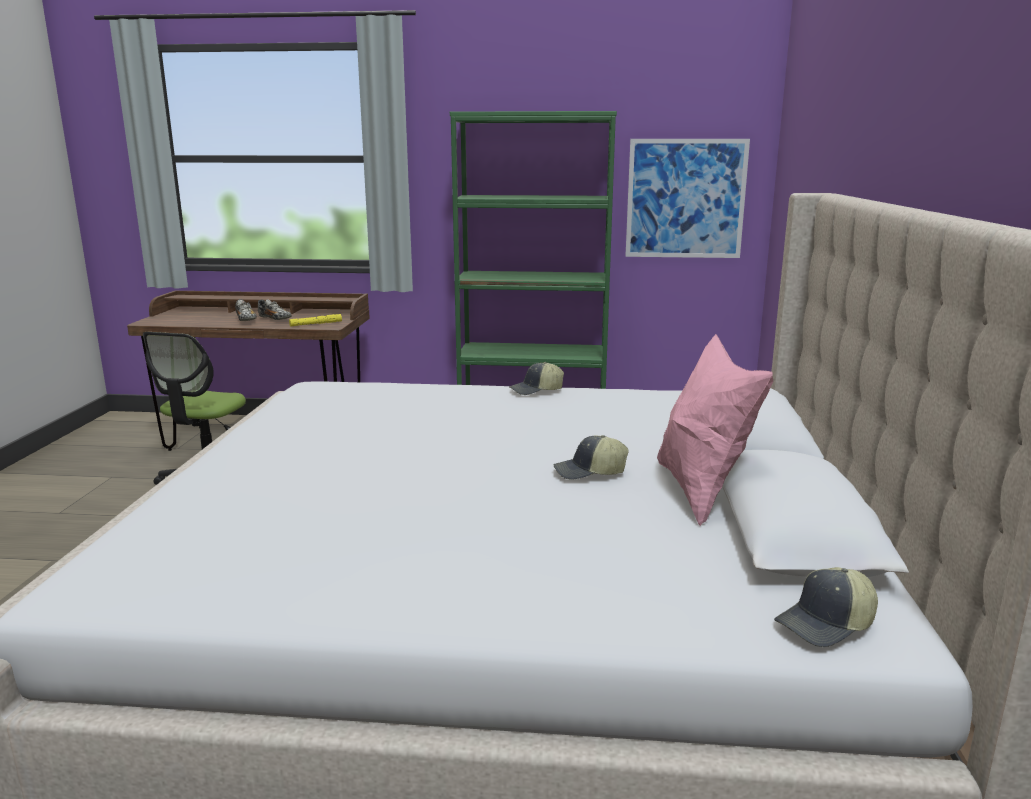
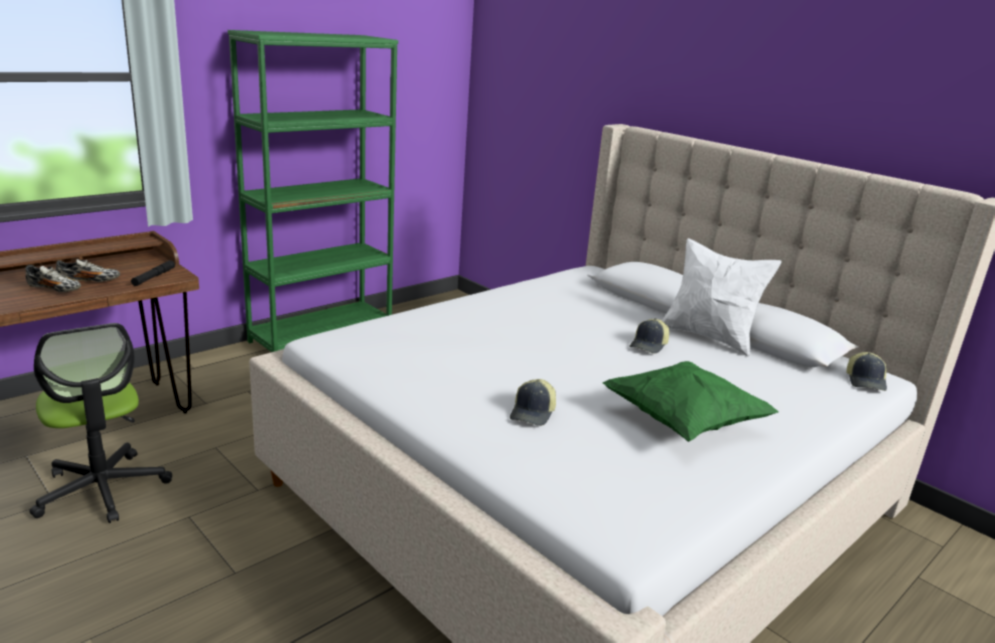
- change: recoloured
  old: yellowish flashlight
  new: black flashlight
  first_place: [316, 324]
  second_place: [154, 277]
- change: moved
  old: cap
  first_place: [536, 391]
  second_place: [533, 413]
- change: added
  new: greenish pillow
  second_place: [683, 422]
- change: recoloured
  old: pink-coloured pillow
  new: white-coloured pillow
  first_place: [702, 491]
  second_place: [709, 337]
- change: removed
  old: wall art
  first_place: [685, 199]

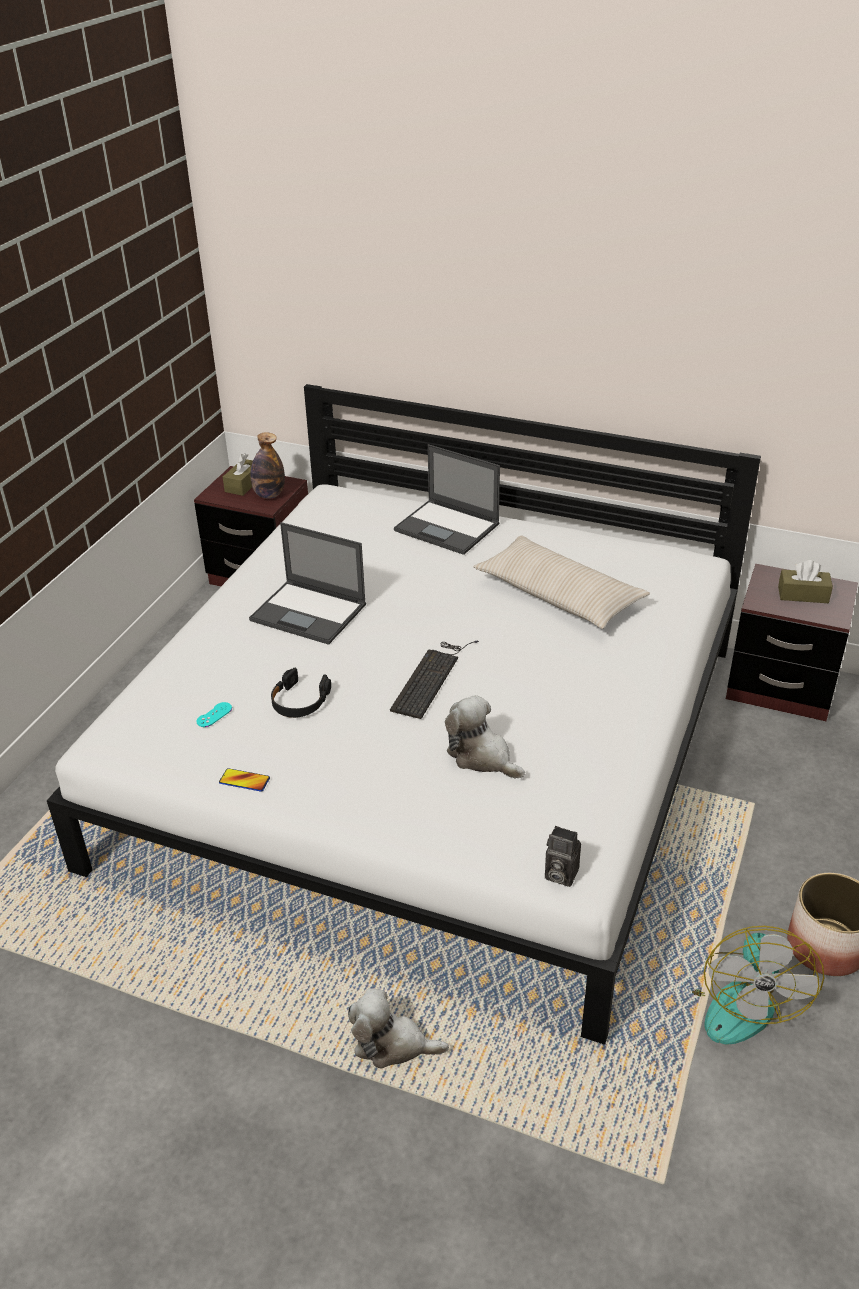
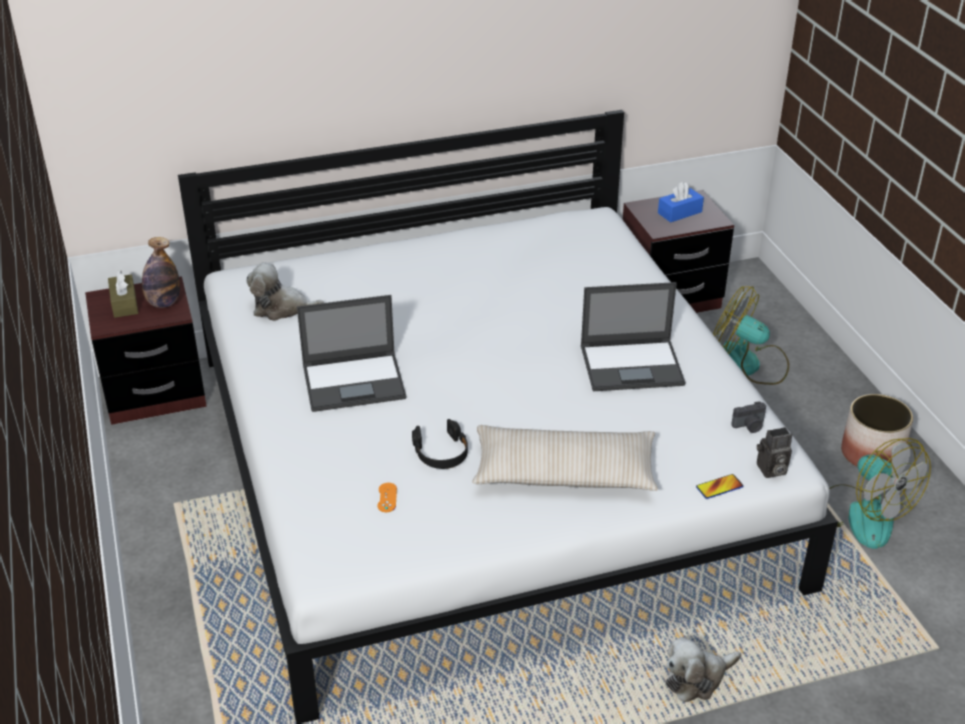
- change: moved
  old: cuddly toy
  first_place: [482, 756]
  second_place: [282, 308]
- change: recoloured
  old: turquoise-coloured joypad
  new: orange joypad
  first_place: [214, 715]
  second_place: [387, 497]
- change: moved
  old: sand-coloured pillow
  first_place: [558, 595]
  second_place: [564, 473]
- change: moved
  old: notebook computer
  first_place: [448, 527]
  second_place: [633, 365]
- change: recoloured
  old: brown tissue holder
  new: bluish tissue holder
  first_place: [803, 594]
  second_place: [679, 212]
- change: moved
  old: telephone
  first_place: [244, 781]
  second_place: [719, 487]
- change: added
  new: cooling fan
  second_place: [748, 365]
- change: added
  new: still camera
  second_place: [749, 426]
- change: removed
  old: keyboard
  first_place: [431, 677]

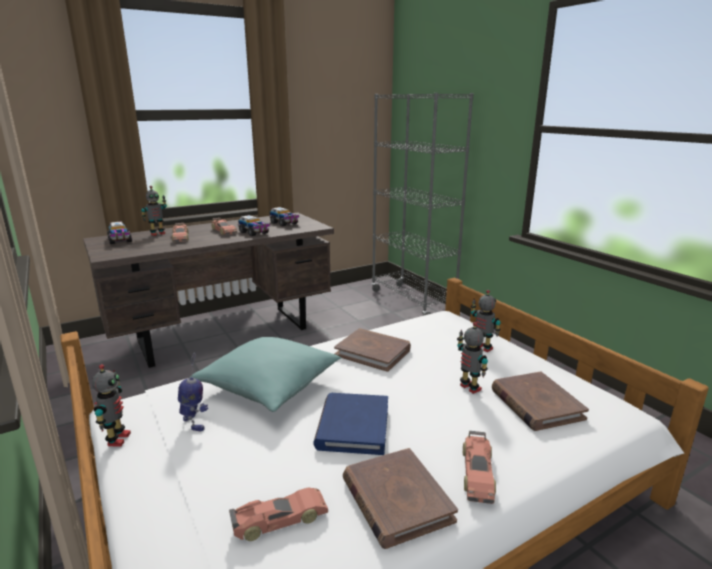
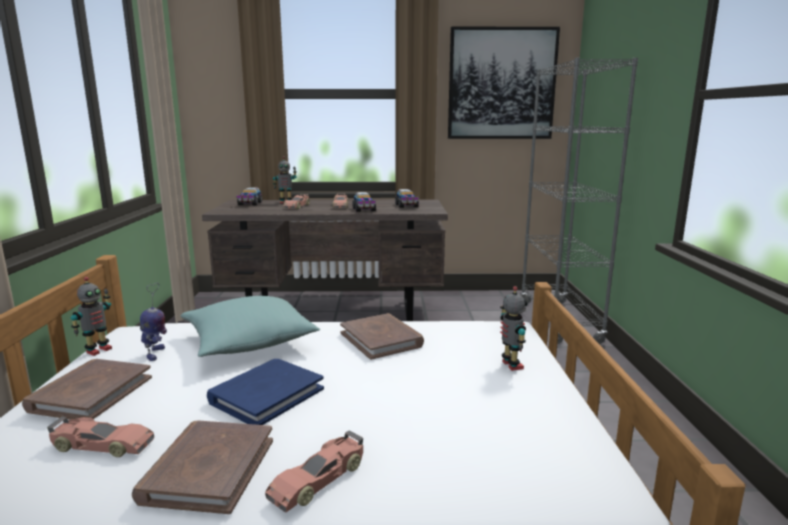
- change: moved
  old: brown book
  first_place: [536, 404]
  second_place: [91, 393]
- change: added
  new: wall art
  second_place: [501, 84]
- change: removed
  old: robot figure
  first_place: [469, 388]

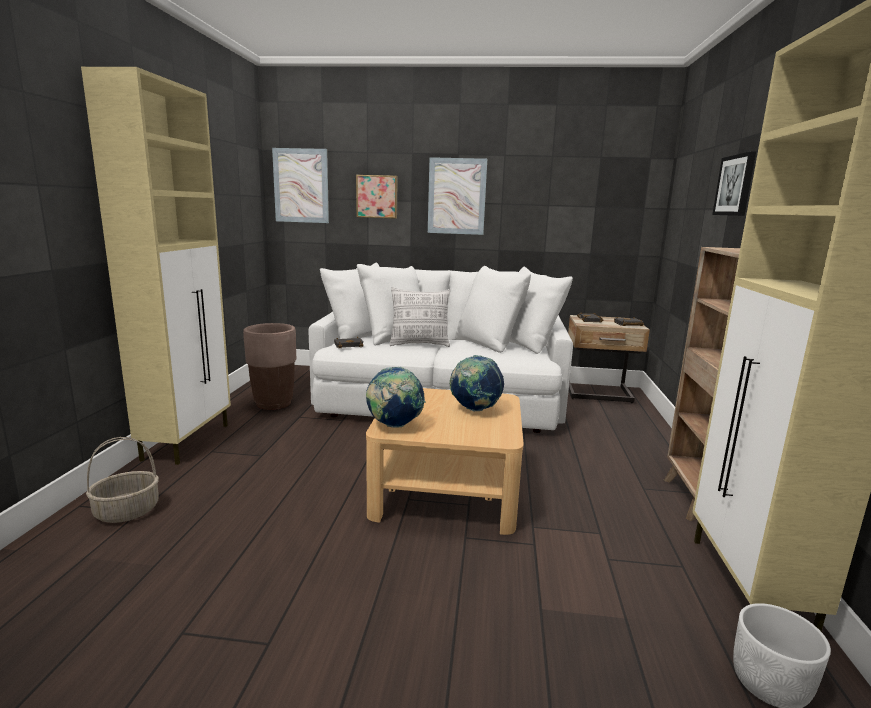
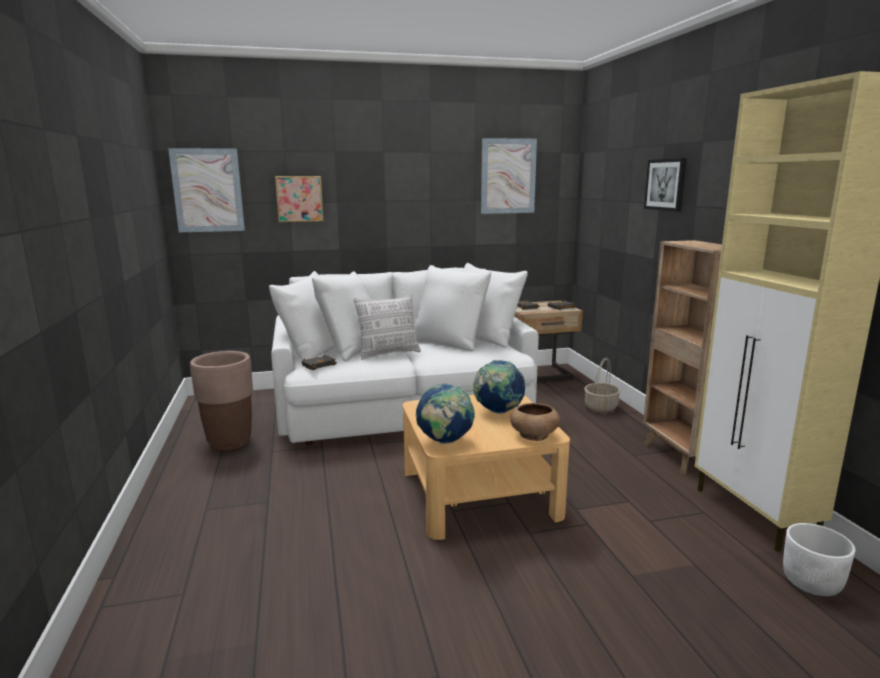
- change: moved
  old: wall art
  first_place: [456, 196]
  second_place: [508, 176]
- change: added
  new: brown deep dish
  second_place: [533, 435]
- change: moved
  old: storage basket
  first_place: [127, 511]
  second_place: [600, 407]
- change: removed
  old: sand-coloured storage cabinet
  first_place: [188, 441]

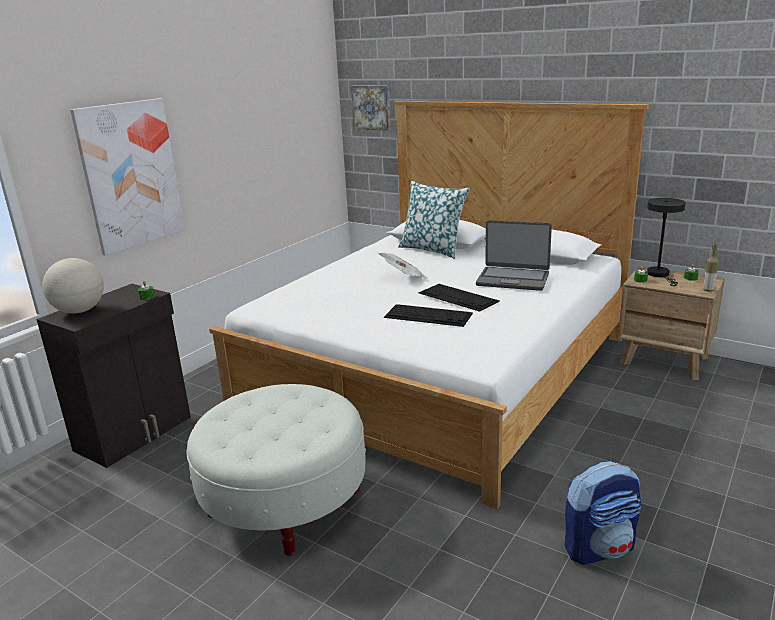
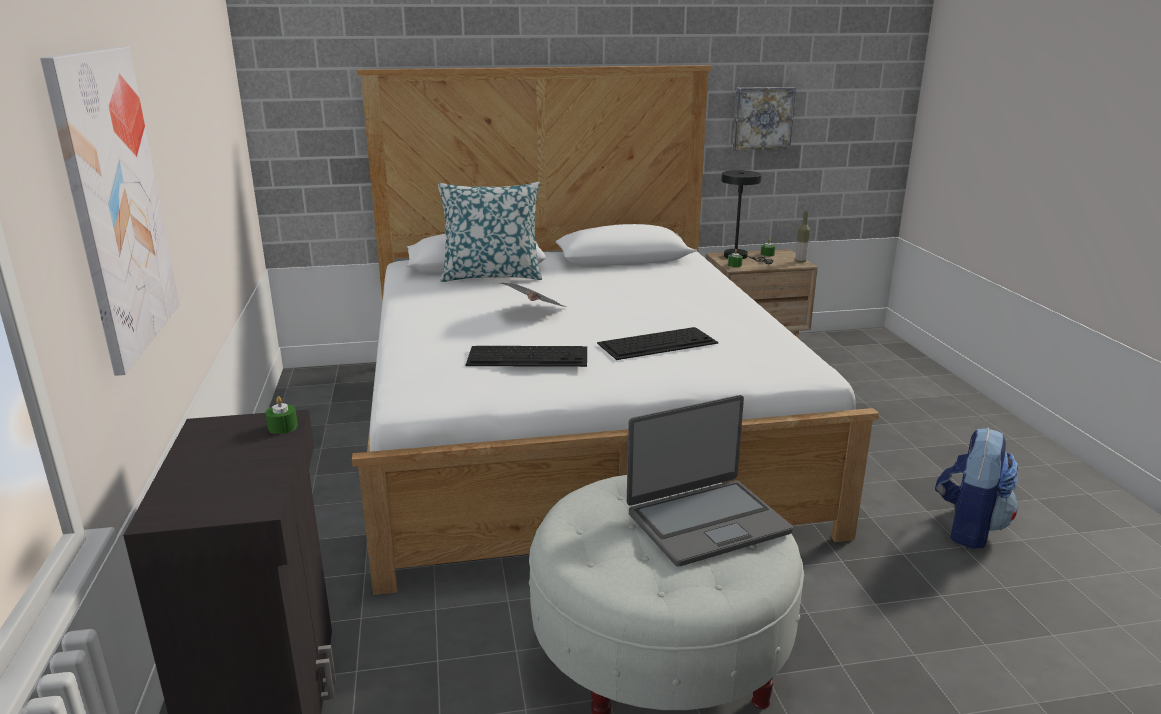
- change: moved
  old: keyboard
  first_place: [459, 297]
  second_place: [529, 356]
- change: moved
  old: notebook computer
  first_place: [513, 279]
  second_place: [706, 522]
- change: moved
  old: wall art
  first_place: [372, 107]
  second_place: [762, 118]
- change: removed
  old: desk globe
  first_place: [80, 311]

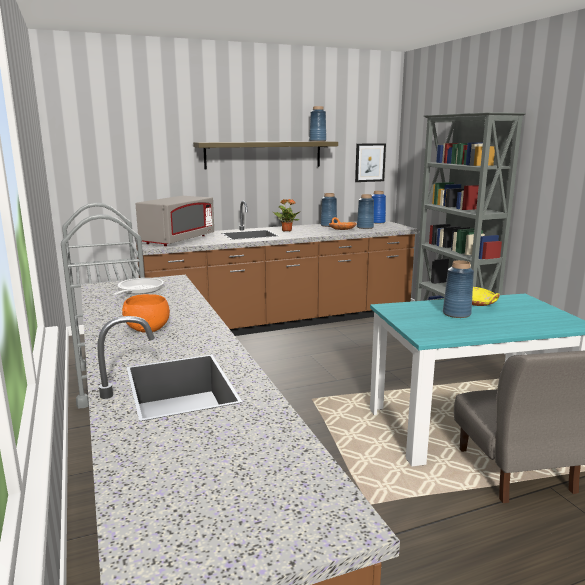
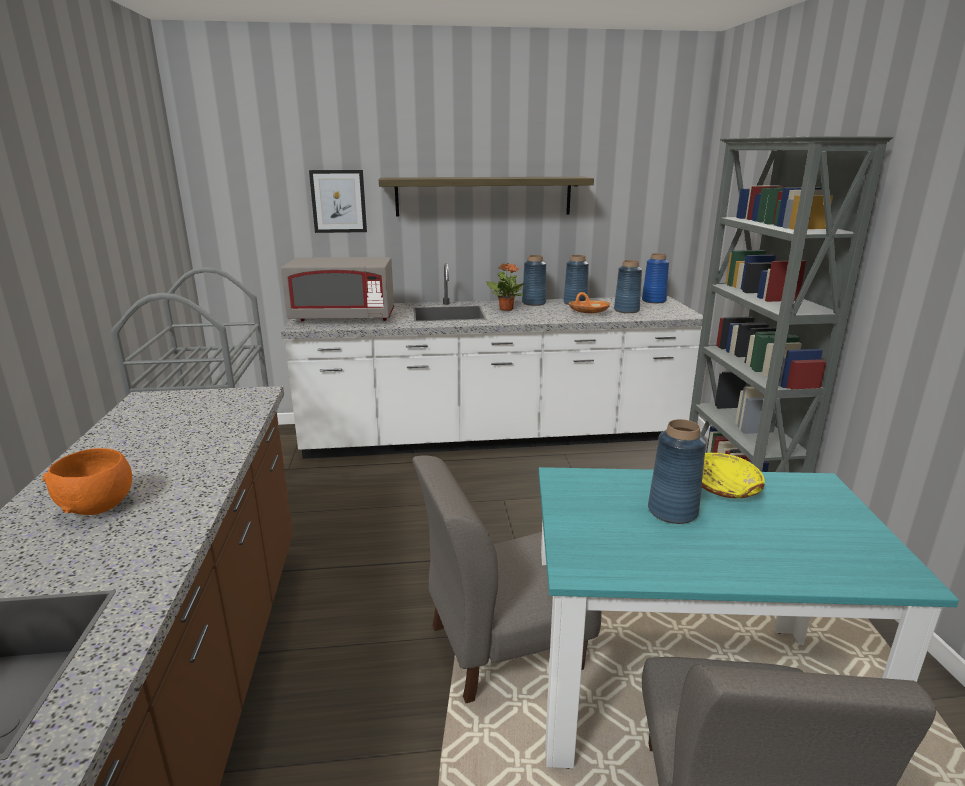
- change: turned
  old: gray microwave
  first_place: [178, 240]
  second_place: [343, 317]
  degrees: 45
- change: recoloured
  old: brown counter
  new: white-coloured counter
  first_place: [281, 322]
  second_place: [494, 436]
- change: moved
  old: wall art
  first_place: [370, 162]
  second_place: [338, 201]
- change: added
  new: gray chair
  second_place: [503, 646]
- change: moved
  old: bluish vase
  first_place: [317, 141]
  second_place: [533, 303]
- change: removed
  old: frying pan
  first_place: [138, 290]

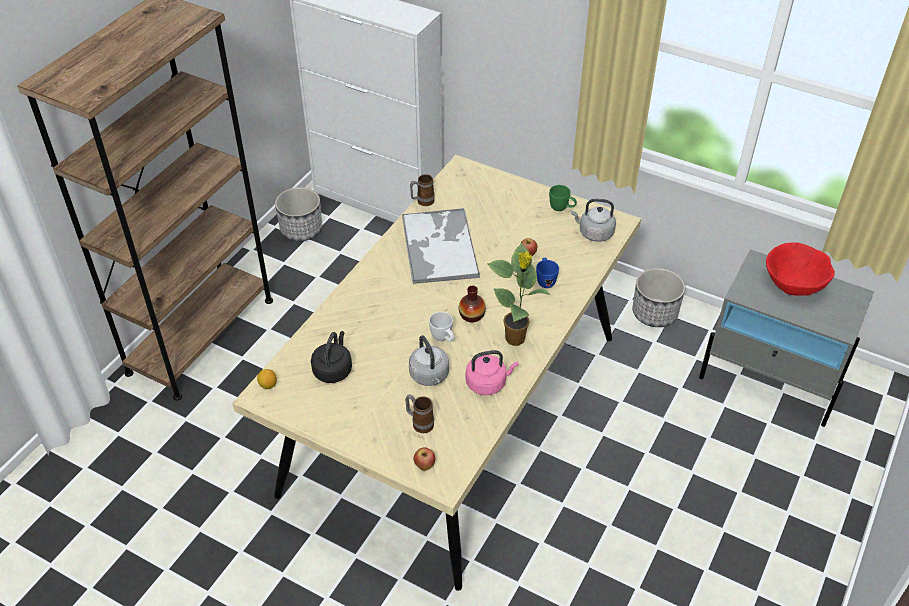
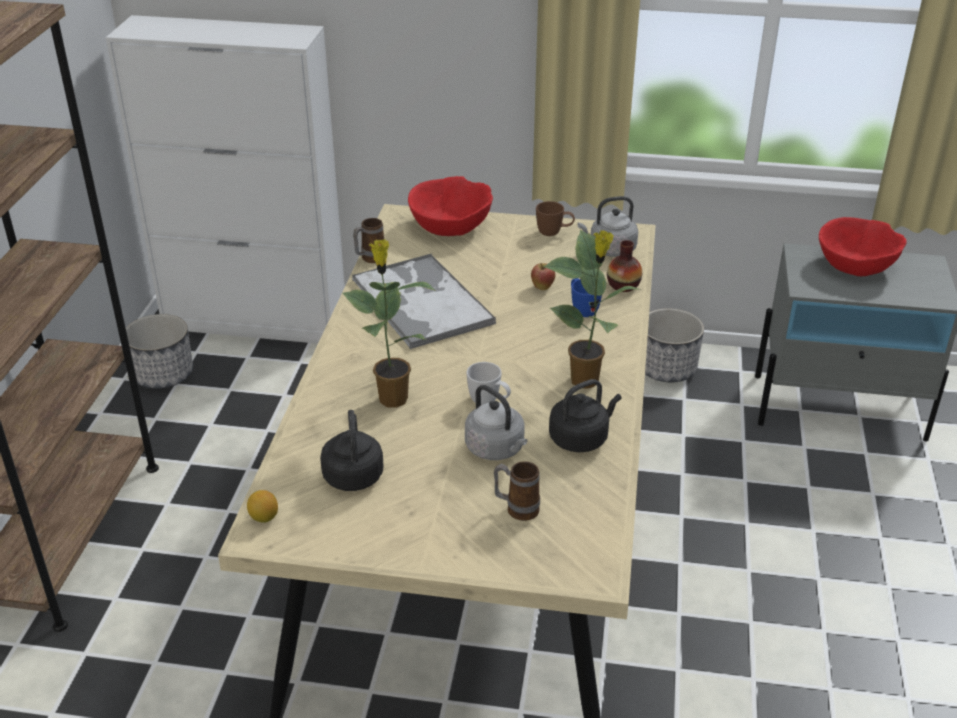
- change: added
  new: potted plant
  second_place: [392, 397]
- change: added
  new: reddish deep dish
  second_place: [451, 226]
- change: recoloured
  old: greenish mug
  new: brown mug
  first_place: [562, 209]
  second_place: [554, 233]
- change: recoloured
  old: pink-coloured kettle
  new: black kettle
  first_place: [488, 383]
  second_place: [581, 438]
- change: moved
  old: vase
  first_place: [472, 315]
  second_place: [623, 285]
- change: removed
  old: whole apple
  first_place: [424, 466]

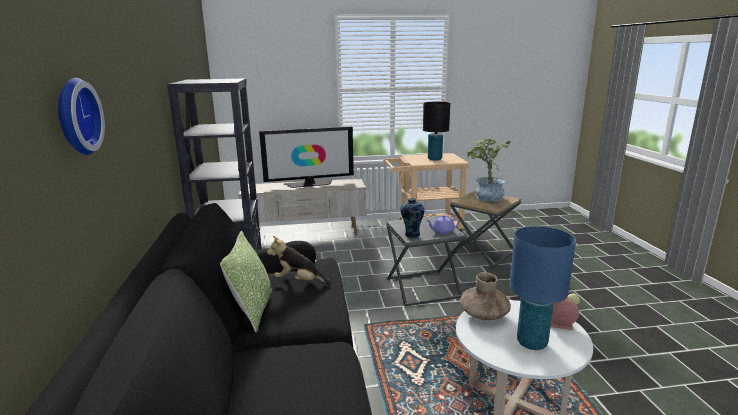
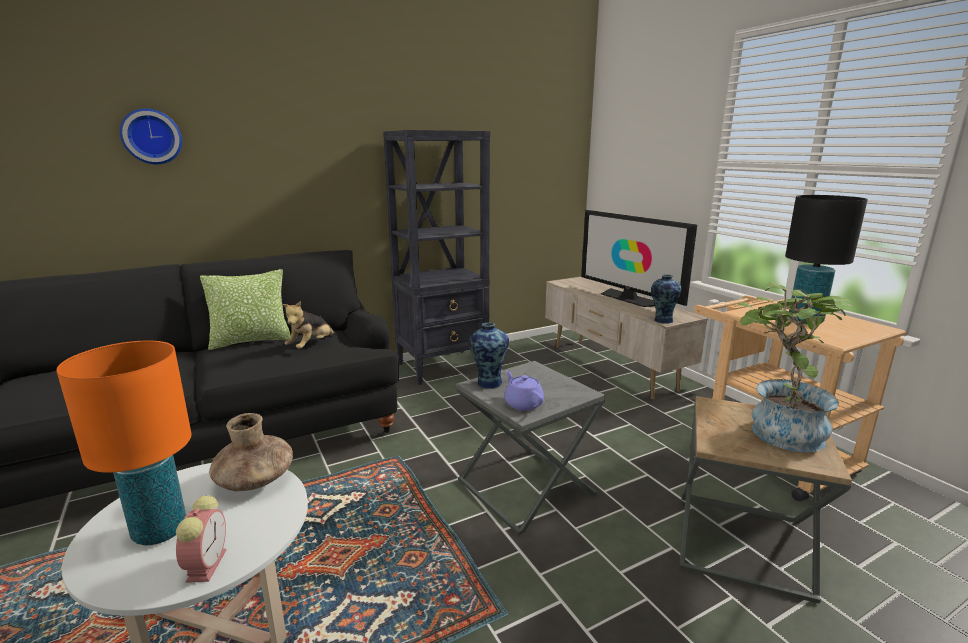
- change: recoloured
  old: bluish table lamp
  new: orange table lamp
  first_place: [531, 342]
  second_place: [160, 531]
- change: turned
  old: cuddly toy
  first_place: [299, 281]
  second_place: [311, 346]
  degrees: -150
- change: added
  new: vase
  second_place: [662, 320]

